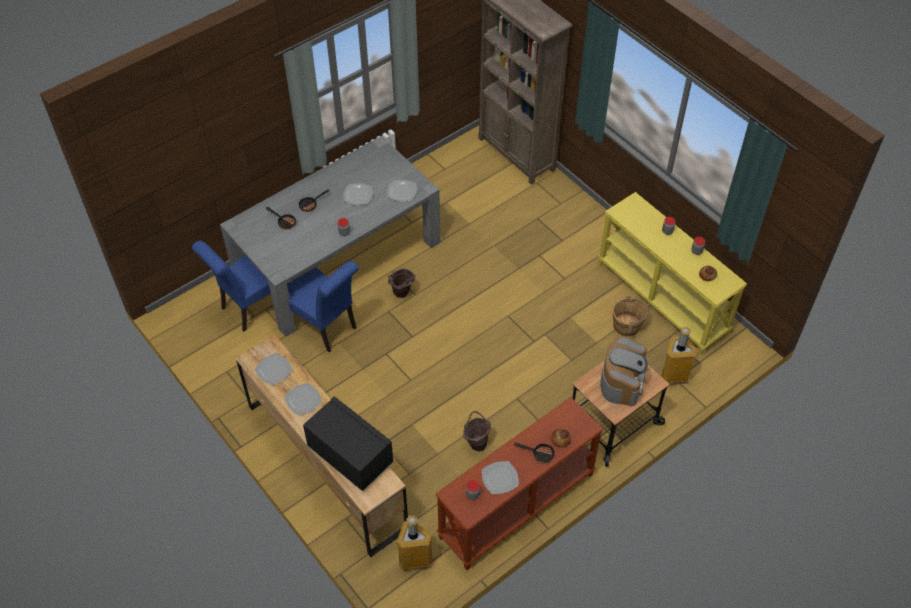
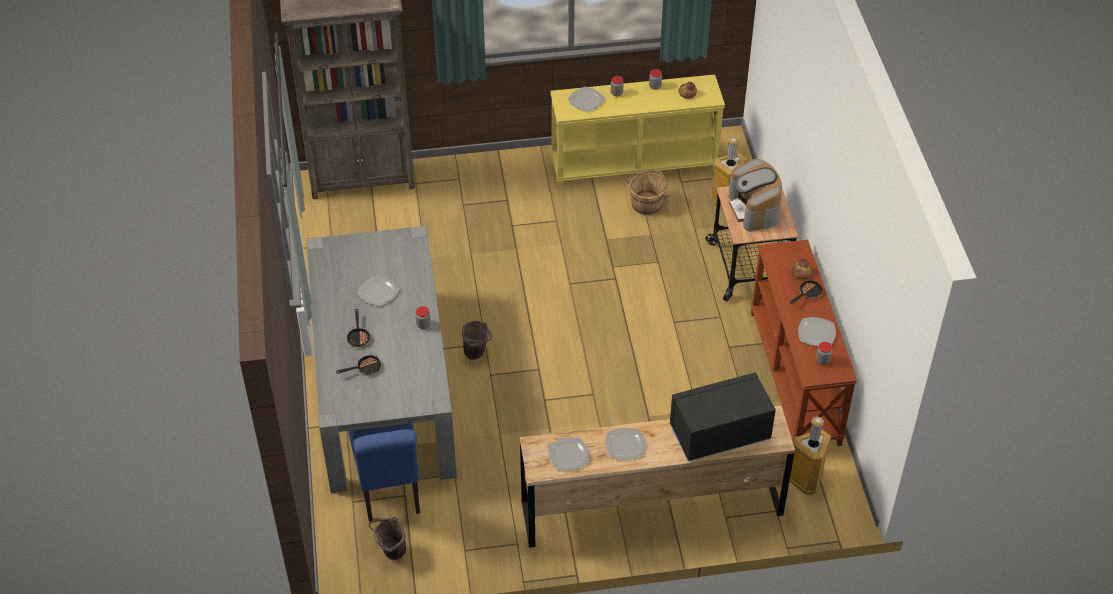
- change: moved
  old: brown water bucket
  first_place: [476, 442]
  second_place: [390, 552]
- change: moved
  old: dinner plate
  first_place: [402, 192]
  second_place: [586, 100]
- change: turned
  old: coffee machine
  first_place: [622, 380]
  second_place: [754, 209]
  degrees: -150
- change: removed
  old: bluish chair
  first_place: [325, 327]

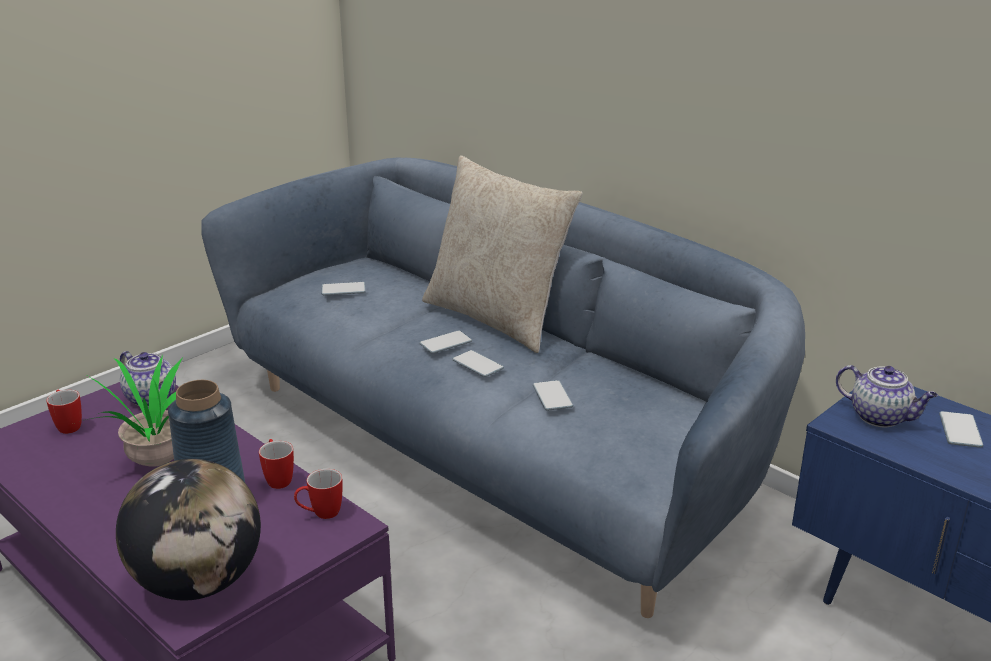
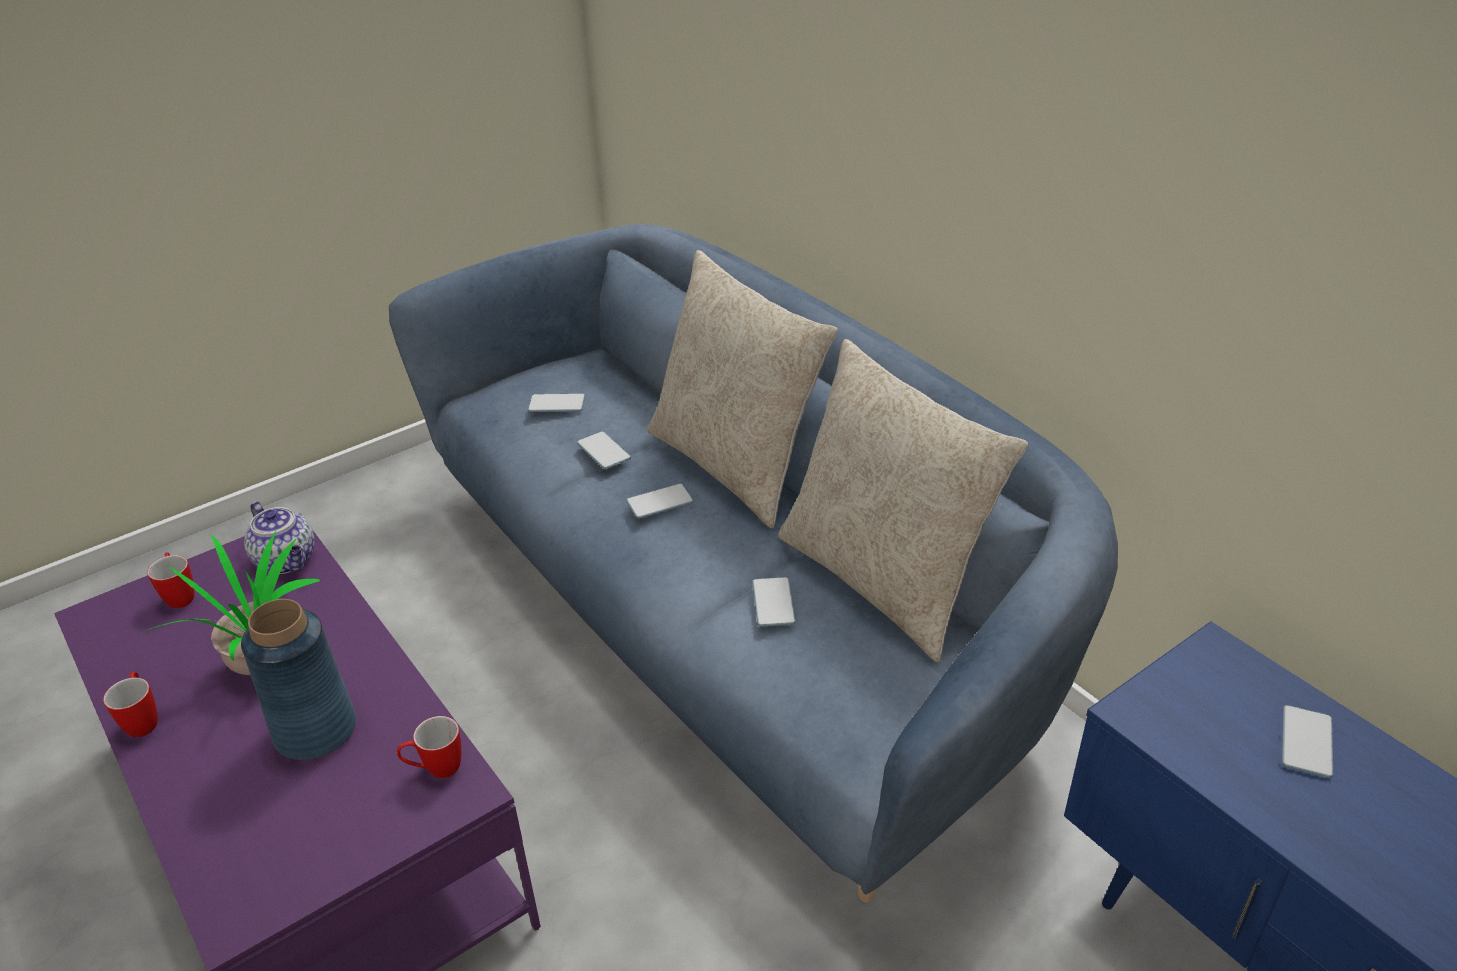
- change: moved
  old: mug
  first_place: [278, 478]
  second_place: [144, 720]
- change: moved
  old: telephone
  first_place: [477, 365]
  second_place: [604, 451]
- change: added
  new: sand-coloured pillow
  second_place: [883, 579]
- change: removed
  old: desk globe
  first_place: [198, 583]
- change: removed
  old: tea pot
  first_place: [881, 417]

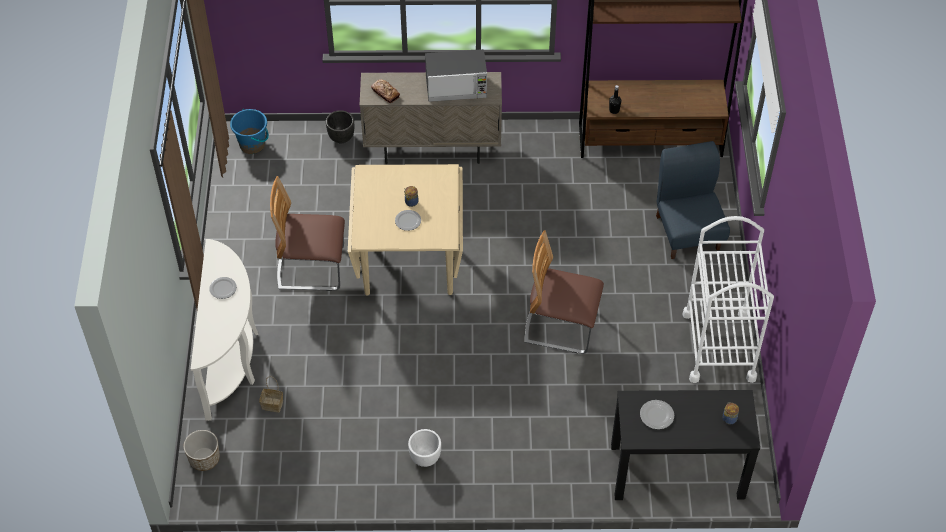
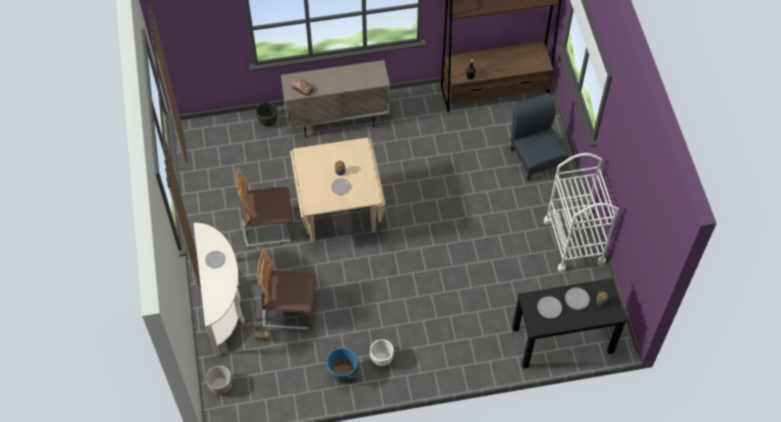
- change: moved
  old: chair
  first_place: [561, 326]
  second_place: [289, 310]
- change: moved
  old: bluish water bucket
  first_place: [252, 145]
  second_place: [343, 373]
- change: added
  new: dinner plate
  second_place: [577, 298]
- change: removed
  old: microwave
  first_place: [456, 88]

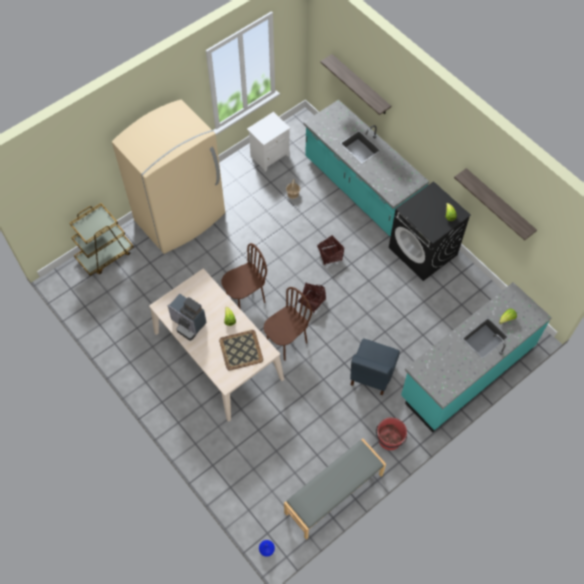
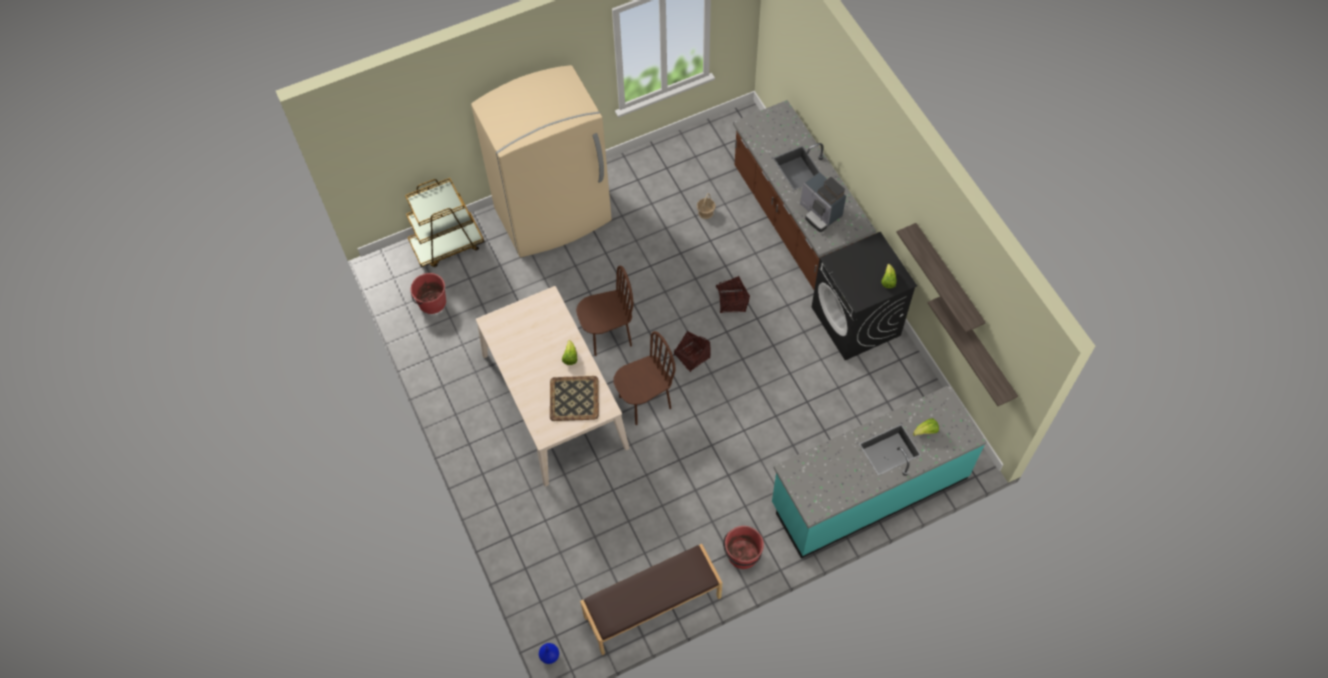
- change: added
  new: reddish water bucket
  second_place: [432, 302]
- change: recoloured
  old: gray bench
  new: brown bench
  first_place: [334, 494]
  second_place: [653, 607]
- change: recoloured
  old: turquoise-coloured counter
  new: brown counter
  first_place: [360, 189]
  second_place: [796, 223]
- change: moved
  old: coffee machine
  first_place: [188, 324]
  second_place: [820, 213]
- change: moved
  old: wall shelf
  first_place: [360, 85]
  second_place: [979, 349]
- change: removed
  old: white-coloured bedside table
  first_place: [269, 155]
- change: removed
  old: bluish chair
  first_place: [372, 374]

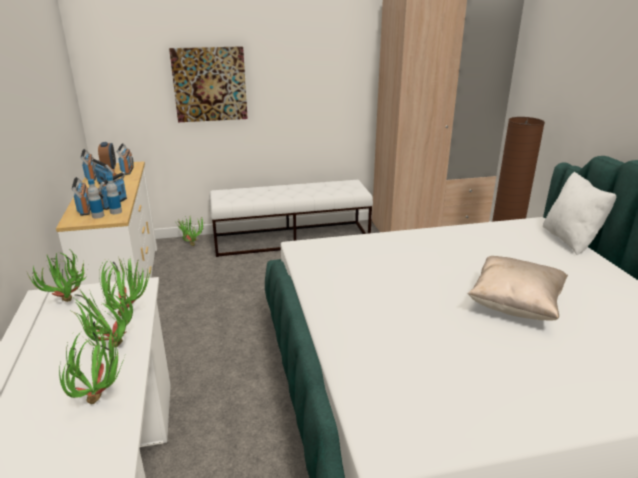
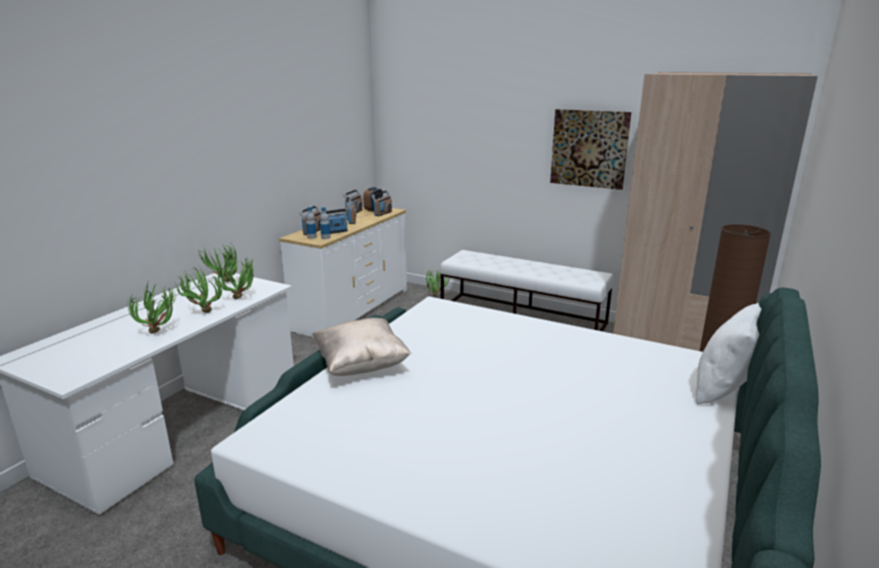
- change: moved
  old: sand-coloured pillow
  first_place: [514, 305]
  second_place: [361, 365]
- change: moved
  old: wall art
  first_place: [209, 84]
  second_place: [589, 148]

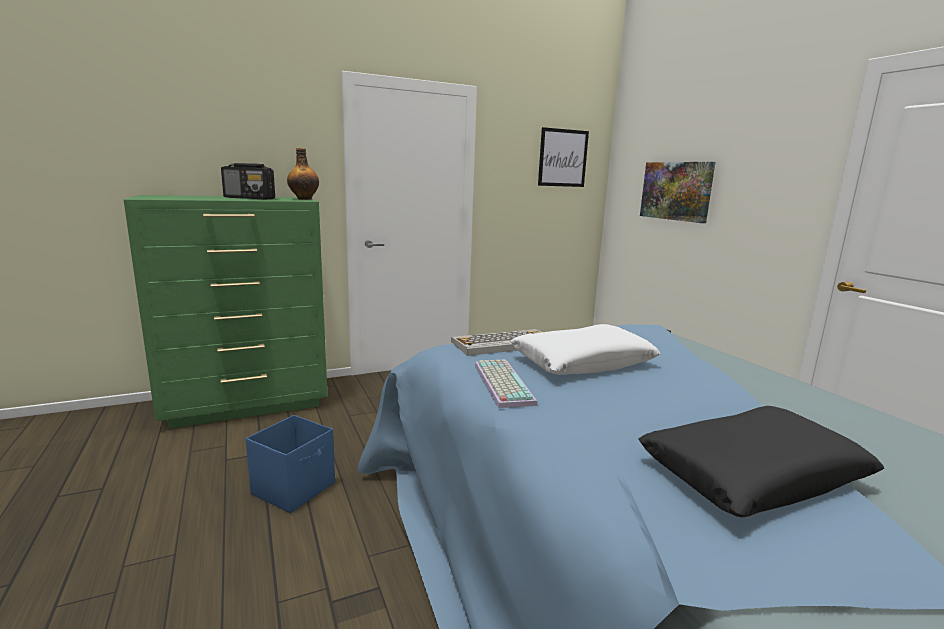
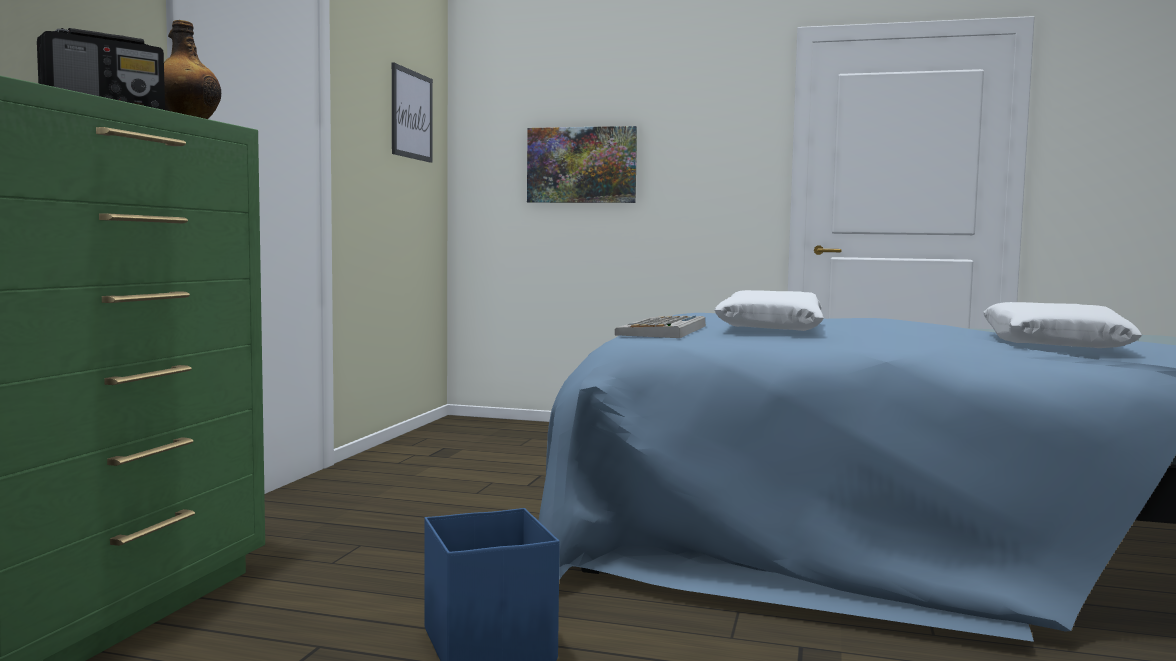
- change: recoloured
  old: black pillow
  new: white-coloured pillow
  first_place: [752, 475]
  second_place: [1051, 345]
- change: removed
  old: keyboard
  first_place: [501, 383]

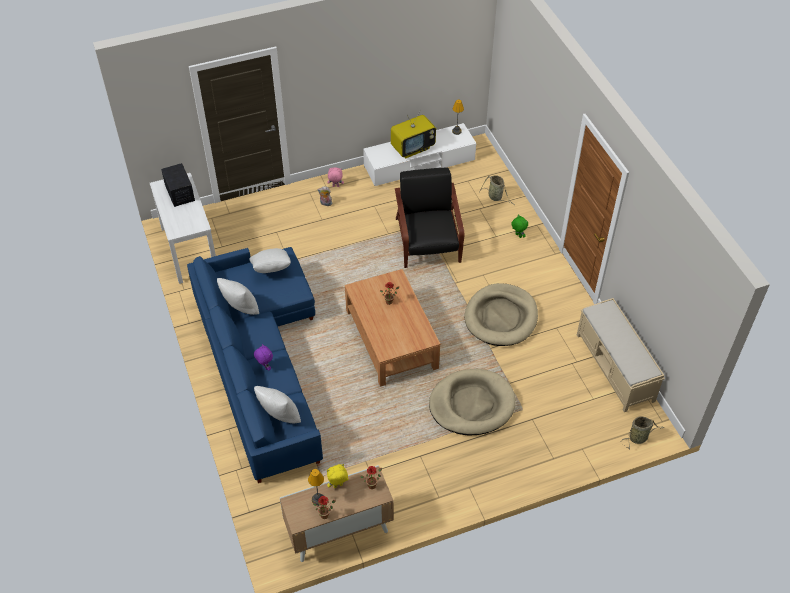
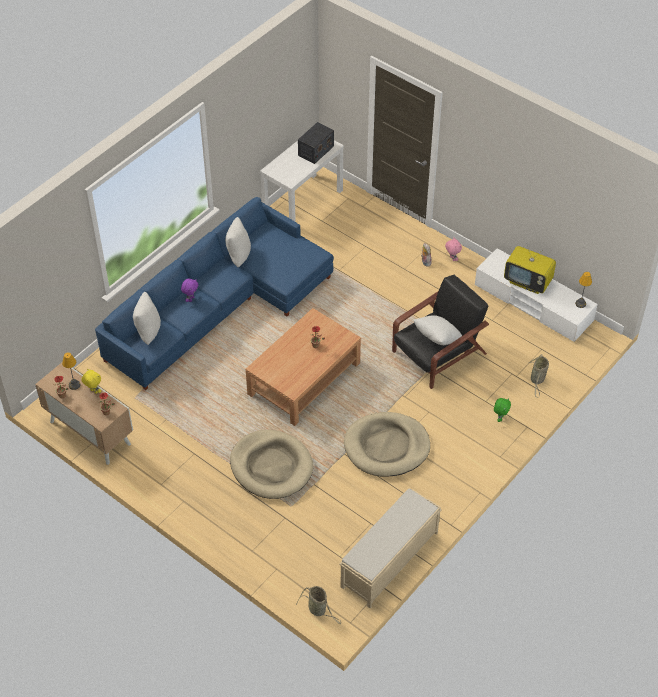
- change: moved
  old: white-coloured pillow
  first_place: [271, 270]
  second_place: [436, 339]

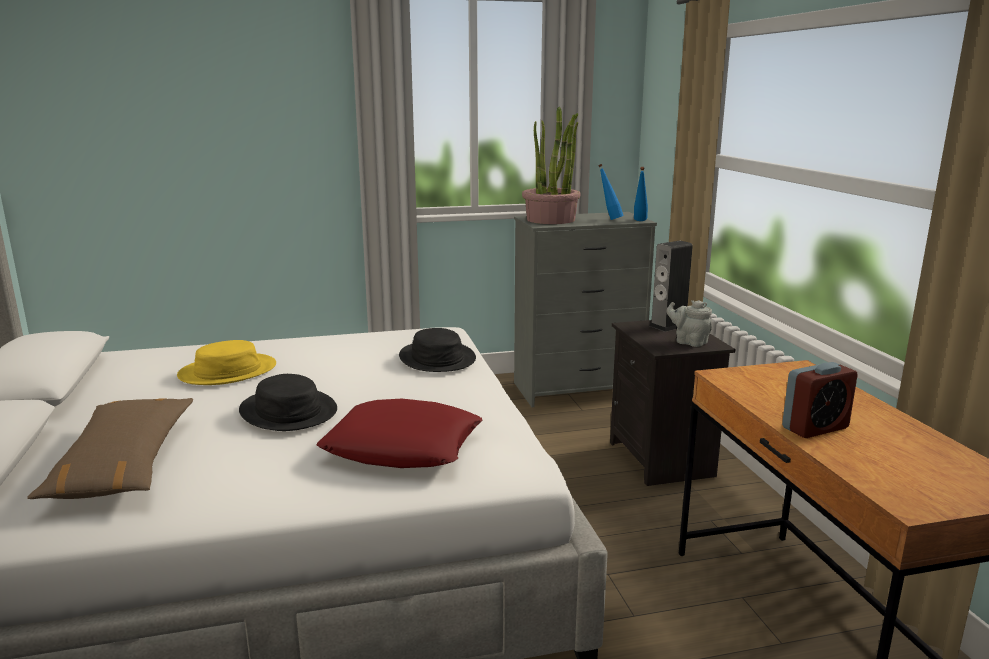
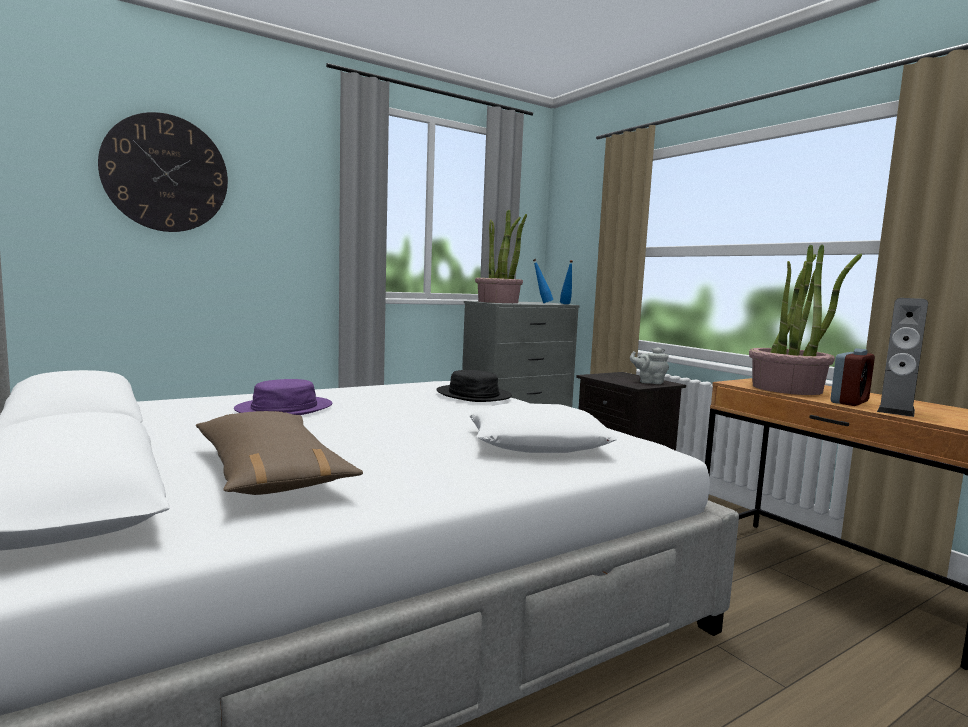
- change: added
  new: clock on the wall
  second_place: [165, 173]
- change: recoloured
  old: yellowish clothing hat
  new: purplish clothing hat
  first_place: [228, 371]
  second_place: [284, 408]
- change: recoloured
  old: reddish pillow
  new: white-coloured pillow
  first_place: [403, 446]
  second_place: [538, 442]
- change: added
  new: potted plant
  second_place: [788, 389]
- change: moved
  old: loudspeaker
  first_place: [668, 326]
  second_place: [896, 410]
- change: removed
  old: black clothing hat
  first_place: [289, 411]

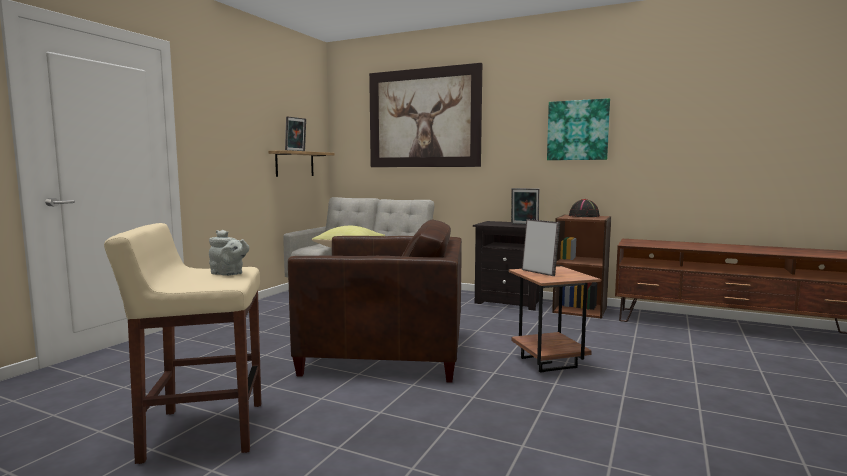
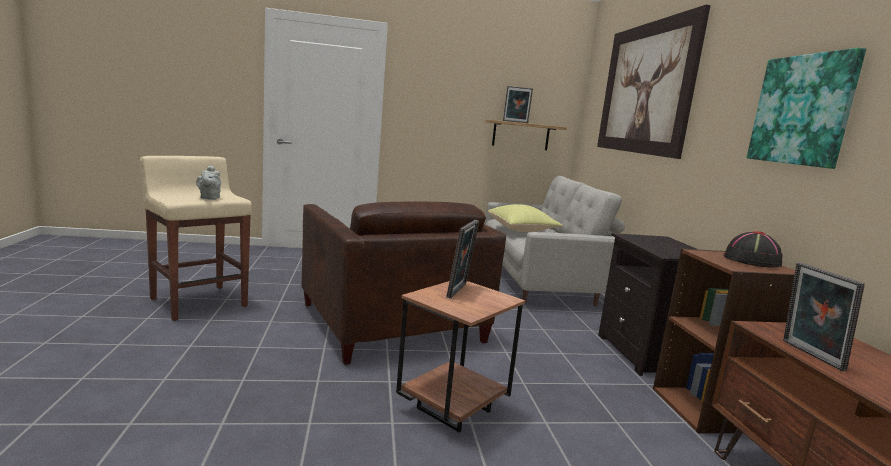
- change: moved
  old: standing frame
  first_place: [524, 224]
  second_place: [809, 355]

